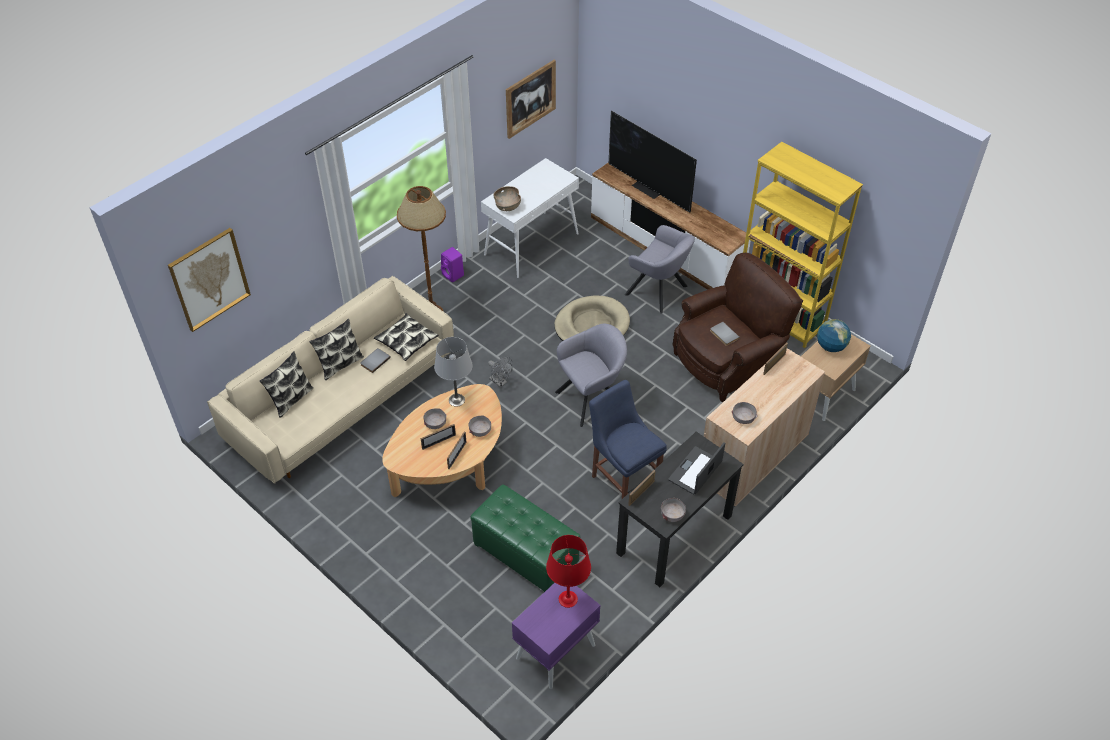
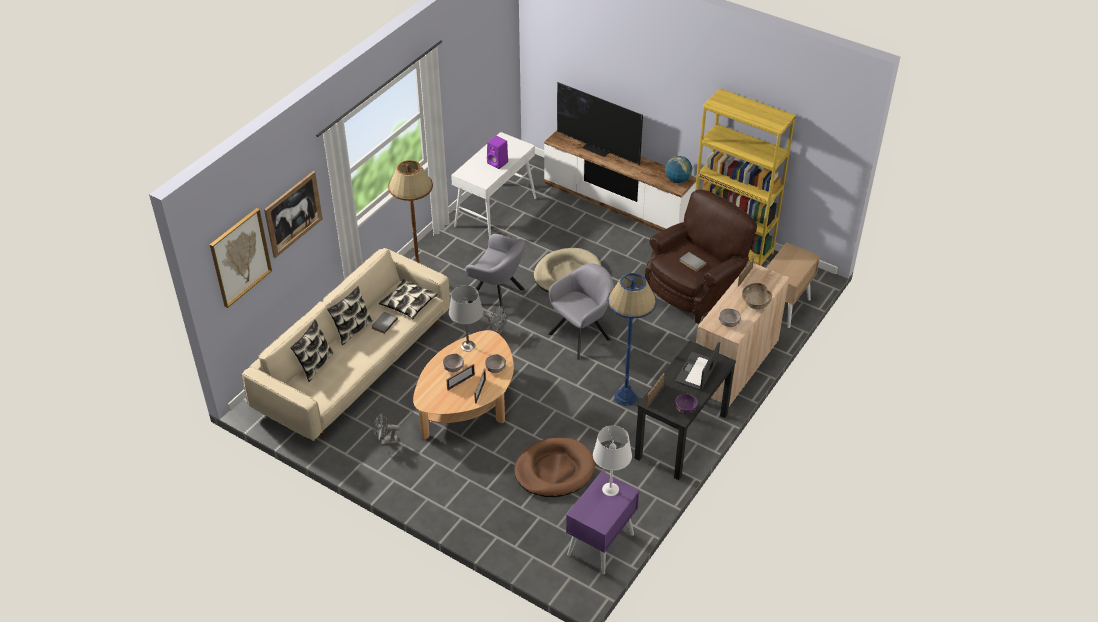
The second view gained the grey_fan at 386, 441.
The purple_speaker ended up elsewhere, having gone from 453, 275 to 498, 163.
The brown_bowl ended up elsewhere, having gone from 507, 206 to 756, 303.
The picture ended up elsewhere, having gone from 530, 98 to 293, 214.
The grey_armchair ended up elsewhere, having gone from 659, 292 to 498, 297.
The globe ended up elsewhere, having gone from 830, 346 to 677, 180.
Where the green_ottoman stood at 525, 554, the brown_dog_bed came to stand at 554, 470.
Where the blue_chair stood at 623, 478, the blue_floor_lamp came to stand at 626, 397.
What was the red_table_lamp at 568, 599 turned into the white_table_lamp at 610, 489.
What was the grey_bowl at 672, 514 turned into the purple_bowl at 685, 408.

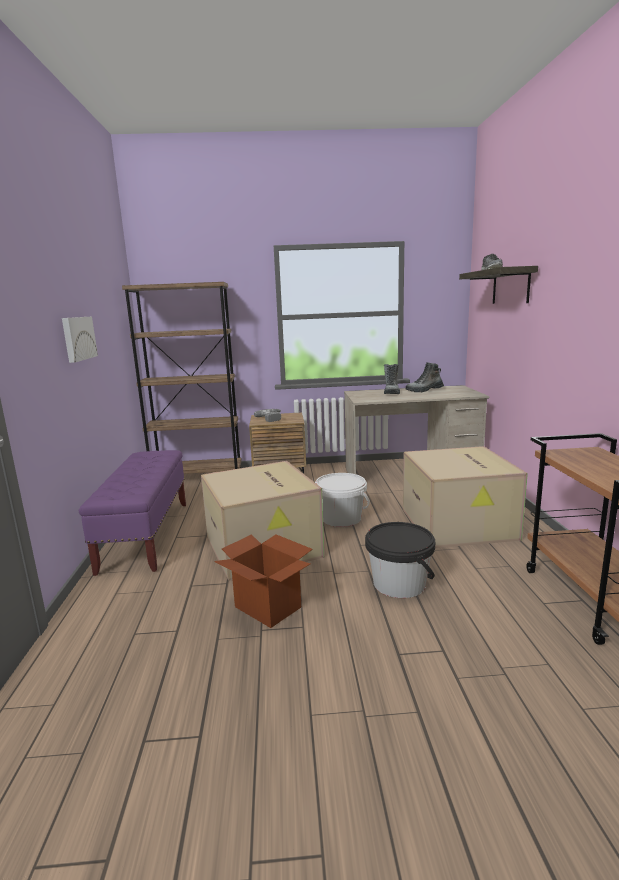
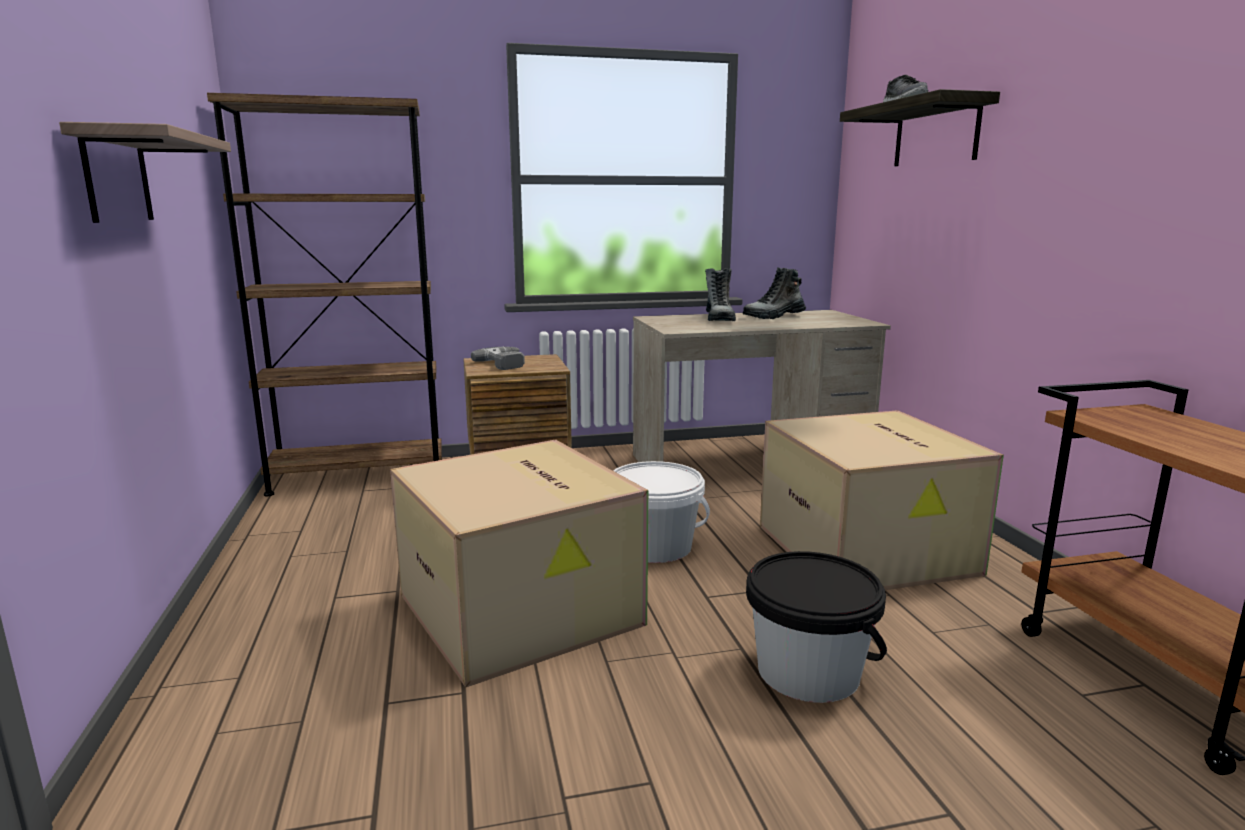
The second view lost the purple_bench at 146, 535.
The second view lost the cardboard_box at 268, 607.
Where the picture hung at 77, 338, the shelf came to hang at 117, 177.

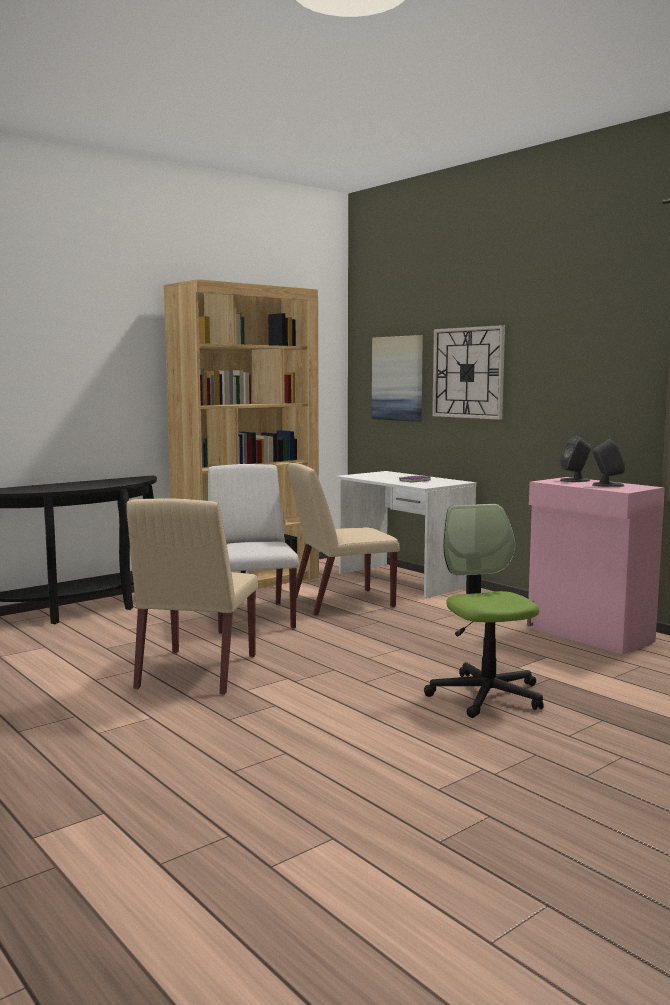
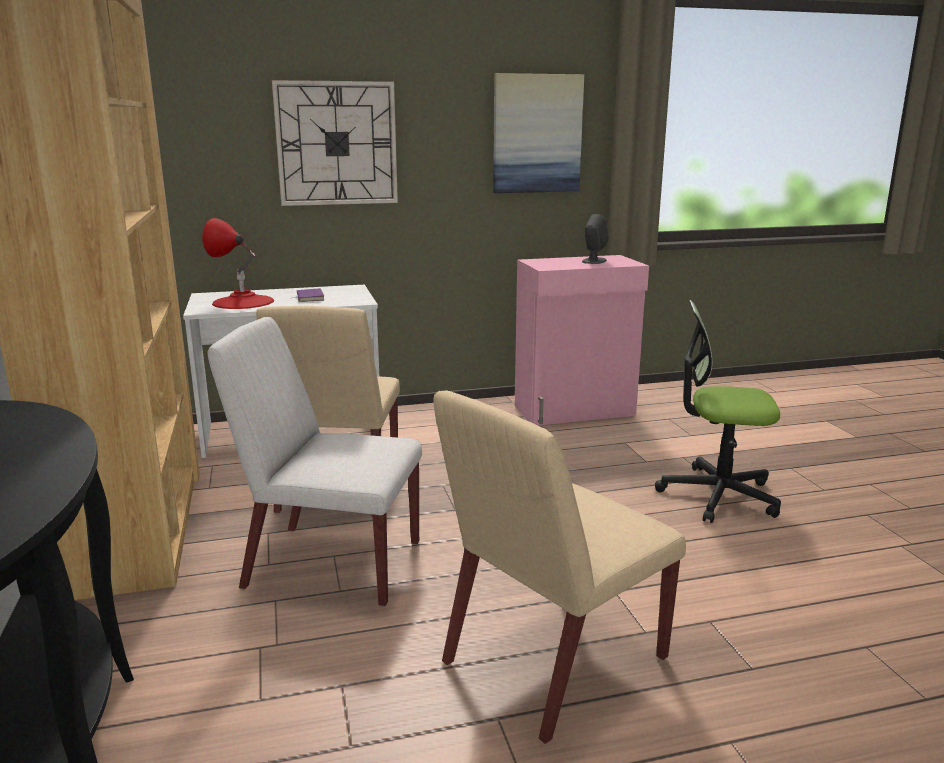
The second view lost the grey_speaker at 575, 480.
The second view gained the red_table_lamp at 243, 302.
The picture ended up elsewhere, having gone from 398, 378 to 537, 134.
The beige_chair at 197, 672 ended up facing another way, 105 degrees clockwise from before.

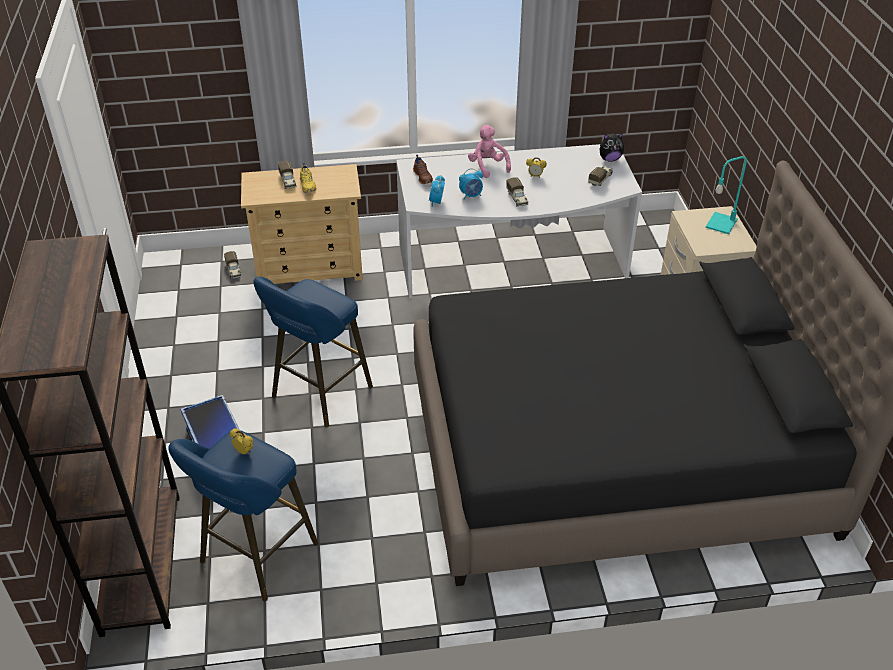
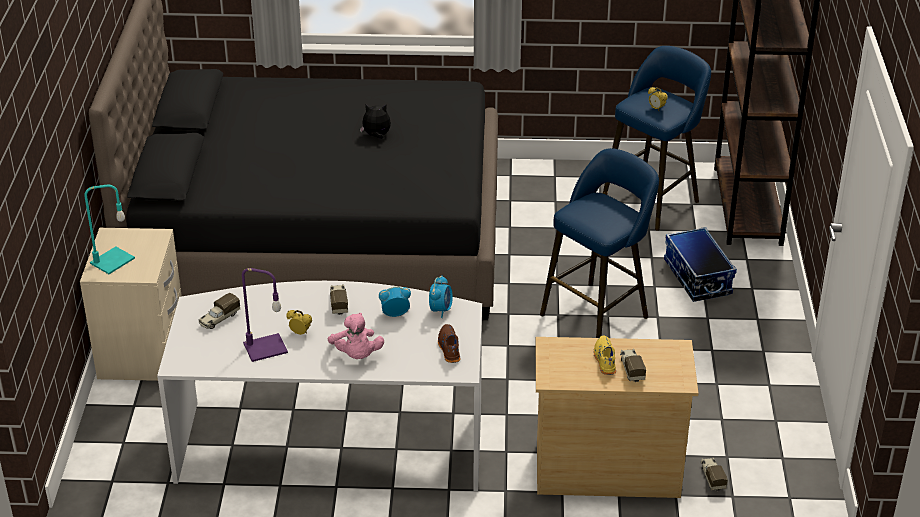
The second view gained the purple_table_lamp at 264, 348.
The plush_toy ended up elsewhere, having gone from 609, 159 to 376, 136.

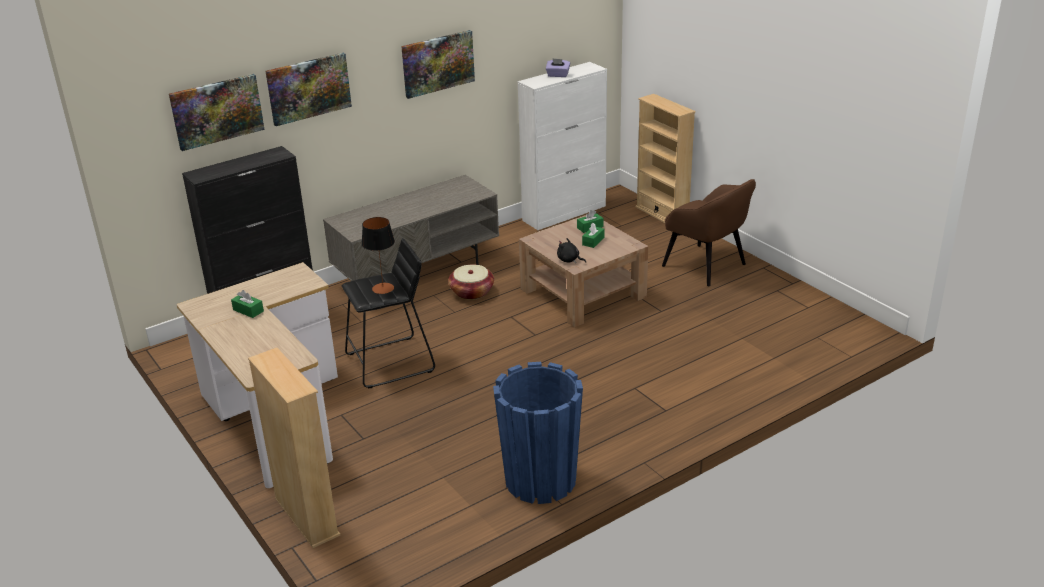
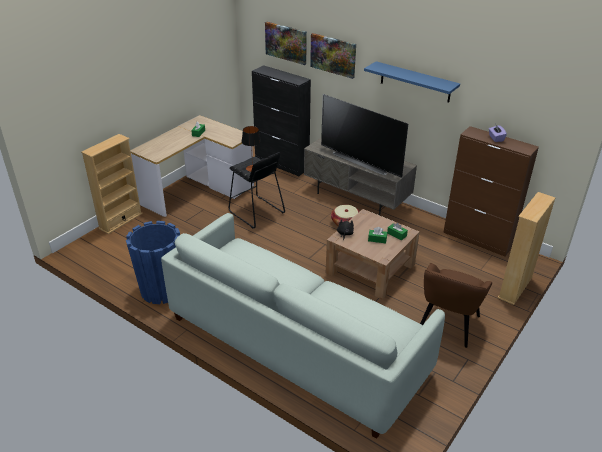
The second view gained the white_sofa at 295, 345.
The second view gained the television at 362, 161.
Where the picture hung at 437, 63, the blue_shelf came to hang at 415, 82.
What was the white_cabinet at 565, 213 turned into the brown_cabinet at 478, 239.

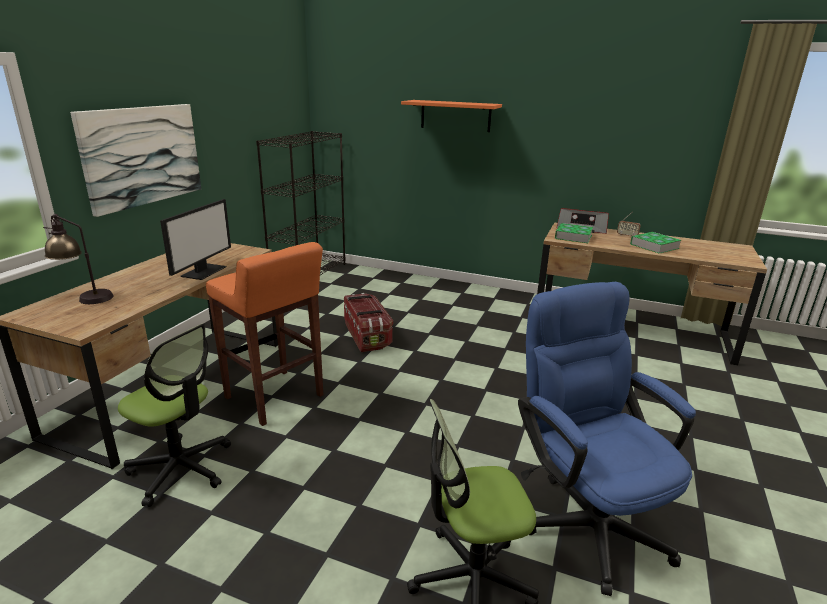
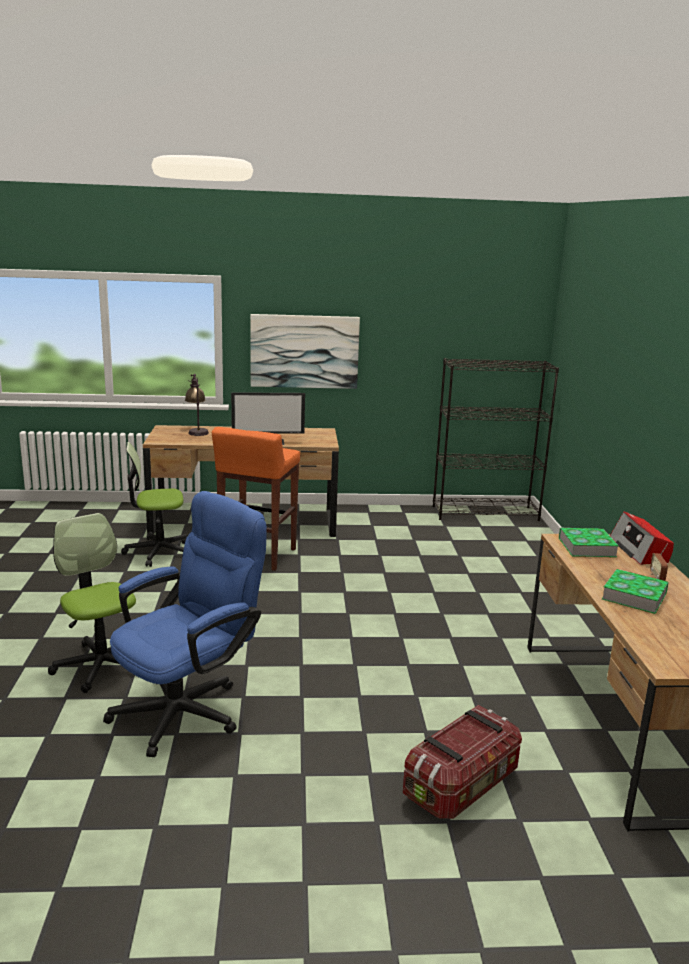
The second view lost the orange_shelf at 455, 116.
The storage_box ended up elsewhere, having gone from 367, 335 to 462, 785.
The office_chair at 181, 469 ended up facing another way, 75 degrees clockwise from before.

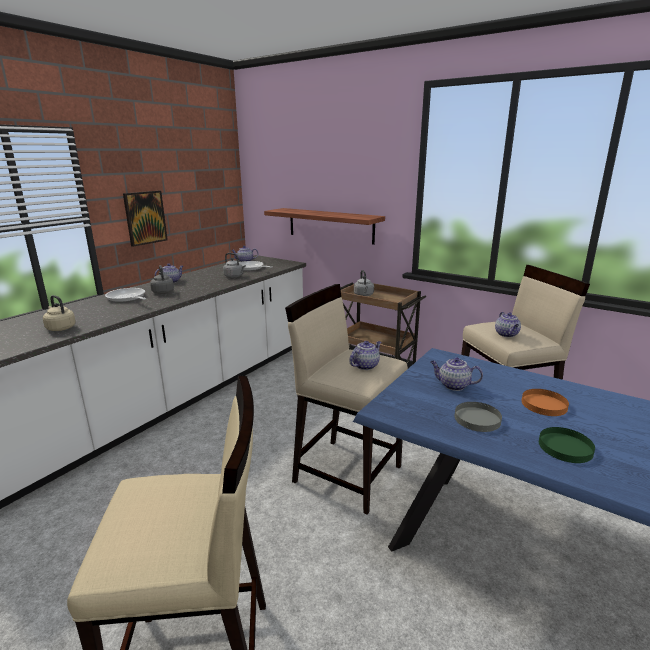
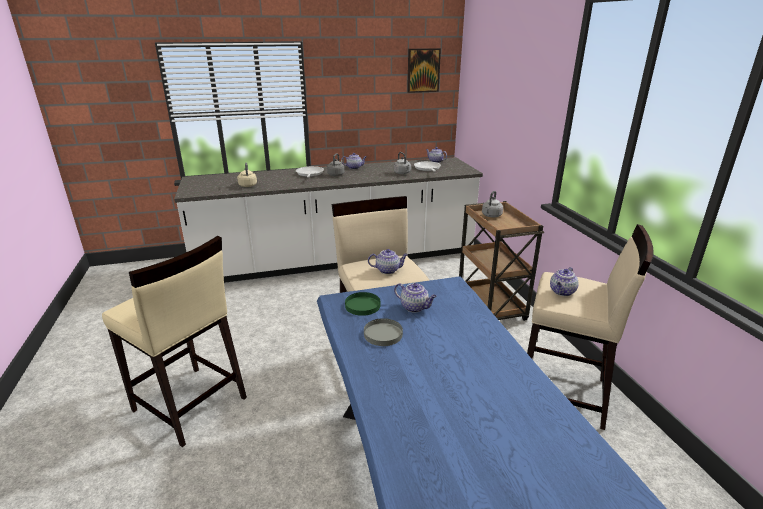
The second view lost the shelf at 330, 225.
The second view lost the orange_plate at 544, 404.
The picture ended up elsewhere, having gone from 145, 217 to 423, 70.
The green_plate ended up elsewhere, having gone from 565, 447 to 362, 305.
The teapot at 453, 385 ended up facing another way, 150 degrees clockwise from before.

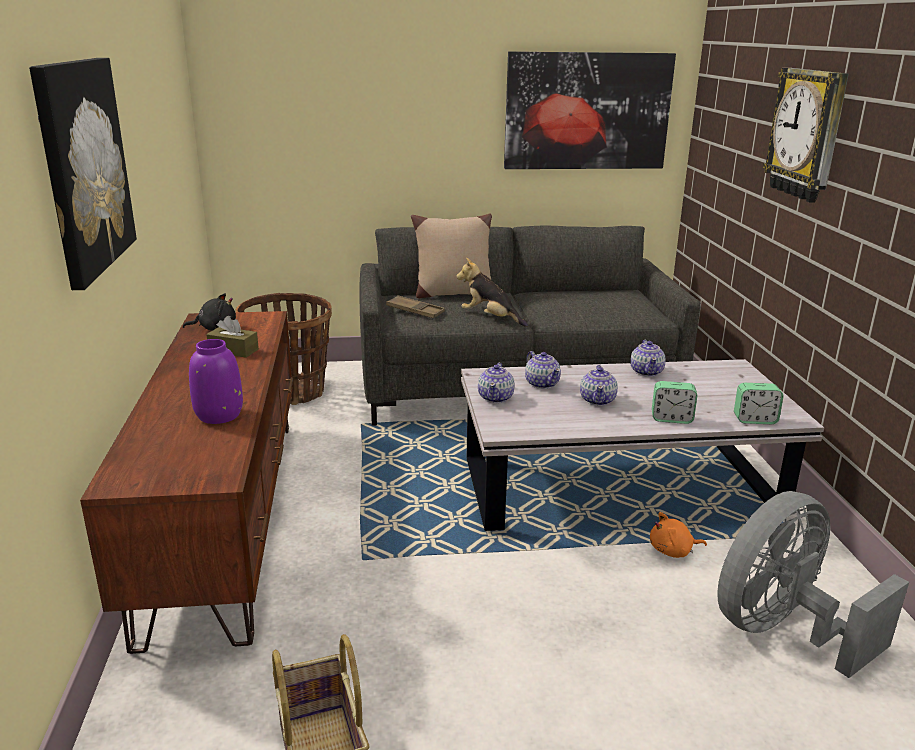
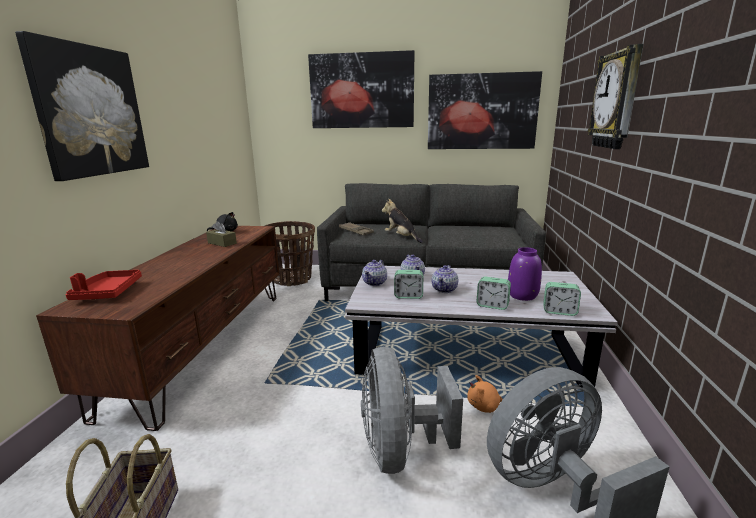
The second view lost the beige_pillow at 452, 294.
The second view lost the teapot at 646, 372.
The second view gained the red_tray at 108, 293.
The second view gained the picture at 361, 91.
The second view gained the grey_fan at 400, 449.
The second view gained the alarm_clock at 408, 296.
The purple_vase ended up elsewhere, having gone from 218, 415 to 522, 295.

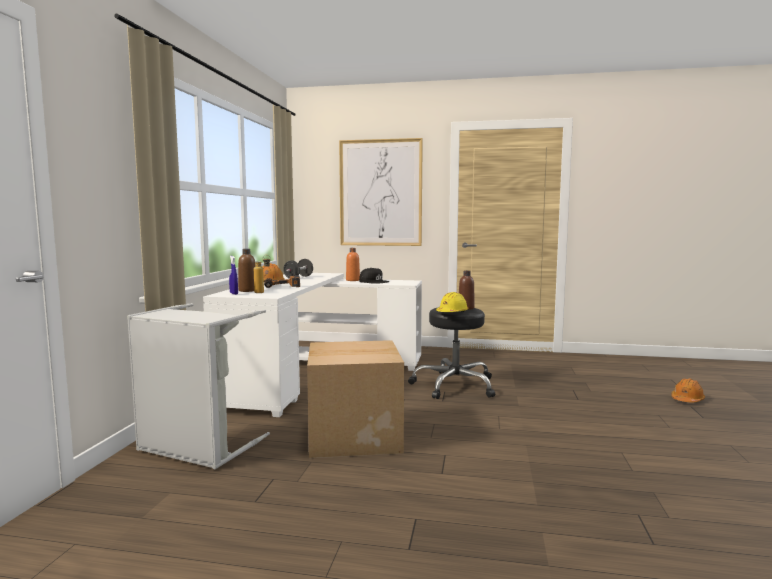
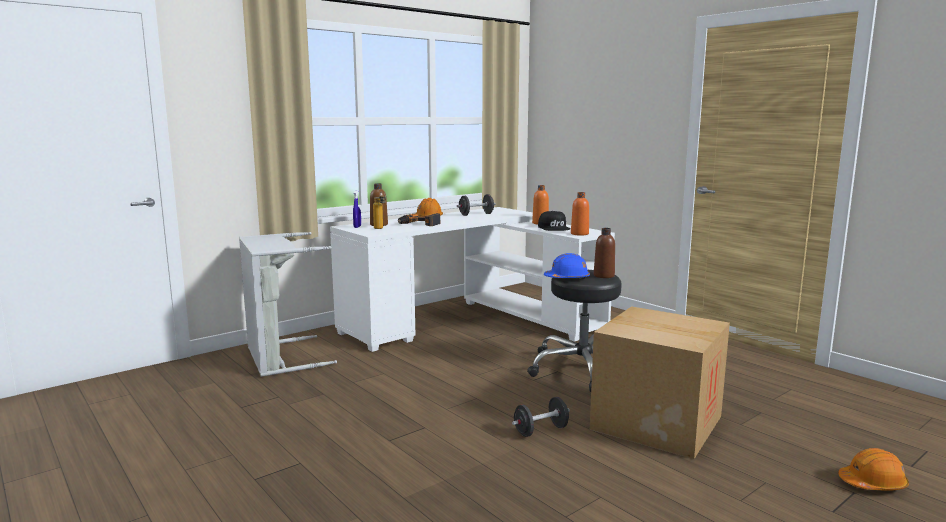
The second view lost the picture at 380, 193.
The second view gained the black_dumbbell at 541, 430.
The second view gained the orange_bottle at 579, 234.
The cardboard_box ended up elsewhere, having gone from 354, 436 to 656, 422.
What was the yellow_hard_hat at 452, 313 turned into the blue_hard_hat at 567, 278.

